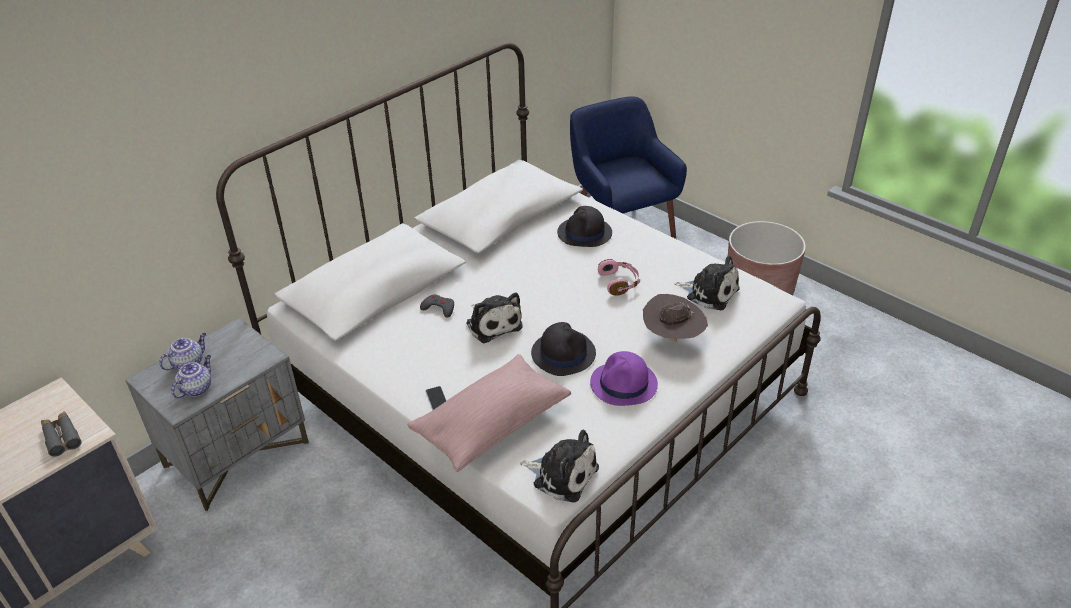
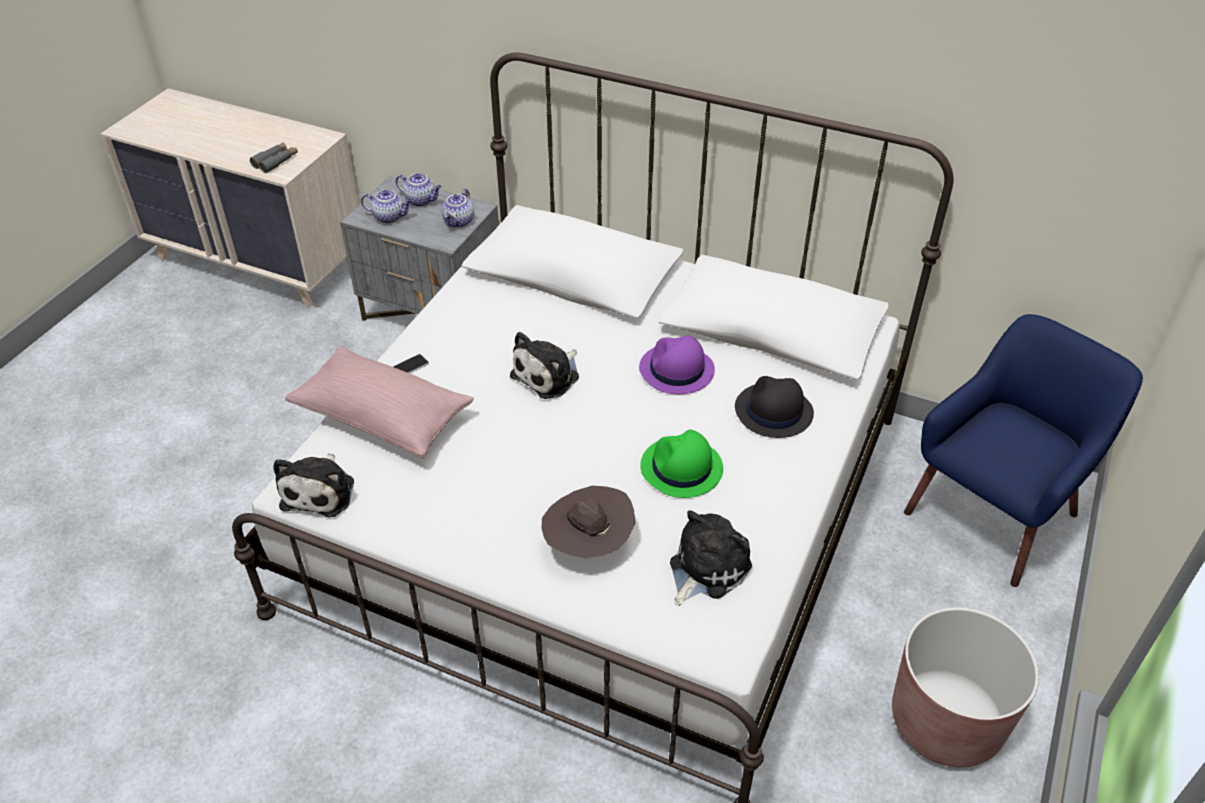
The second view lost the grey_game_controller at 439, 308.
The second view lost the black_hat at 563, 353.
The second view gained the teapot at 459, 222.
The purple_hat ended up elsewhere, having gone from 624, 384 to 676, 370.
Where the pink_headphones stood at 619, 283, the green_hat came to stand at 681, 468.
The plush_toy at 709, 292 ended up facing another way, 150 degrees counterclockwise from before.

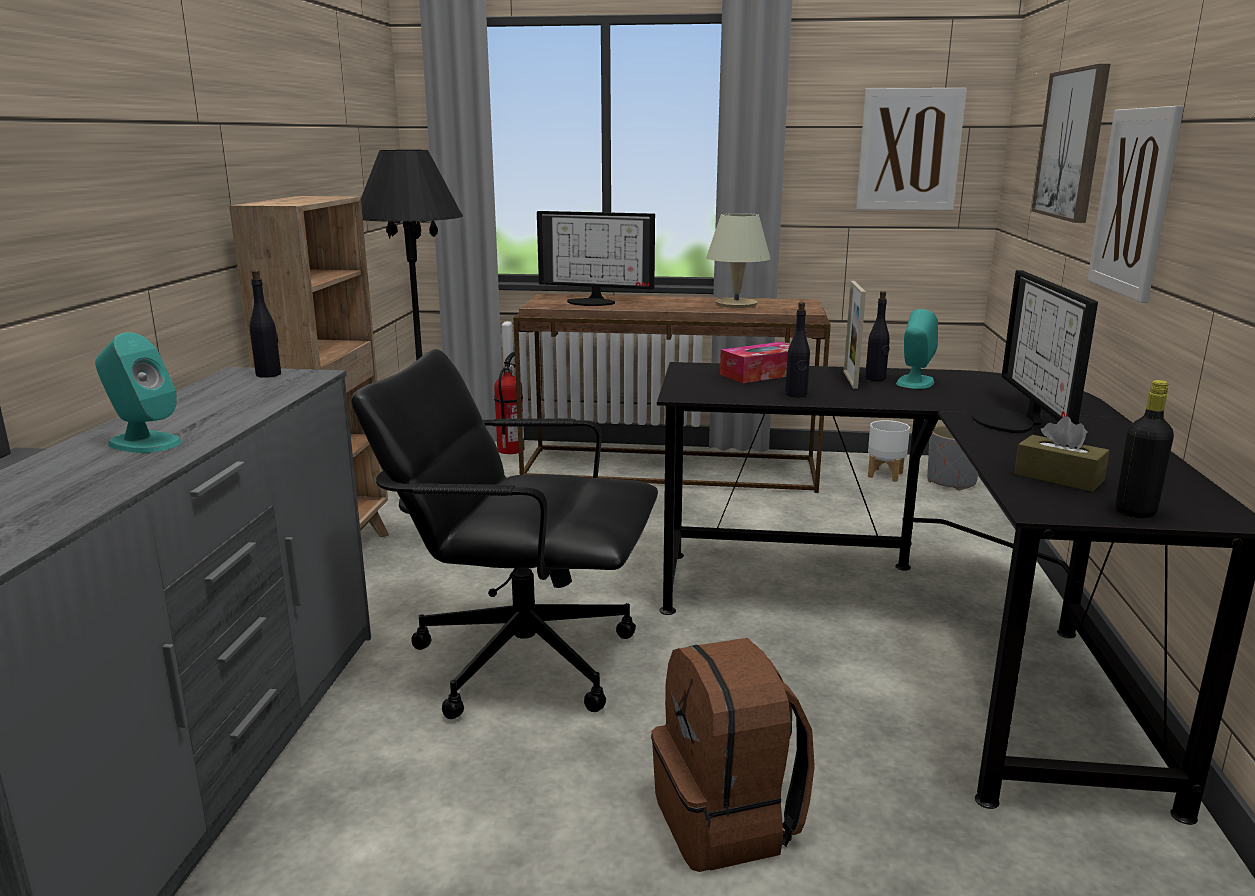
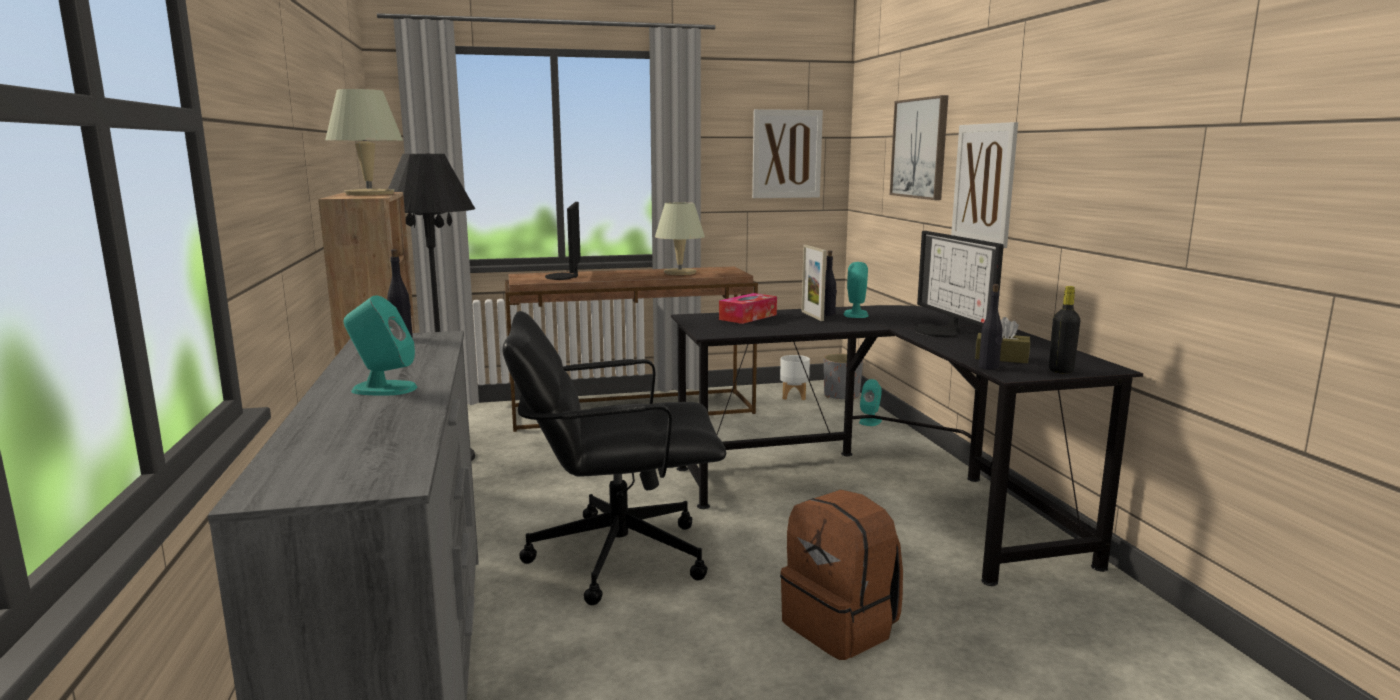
The second view lost the fire_extinguisher at 510, 449.
The second view gained the beige_table_lamp at 369, 194.
The second view gained the turquoise_speaker at 870, 421.
The black_bottle ended up elsewhere, having gone from 796, 395 to 989, 367.
The monitor at 593, 301 ended up facing another way, 90 degrees clockwise from before.

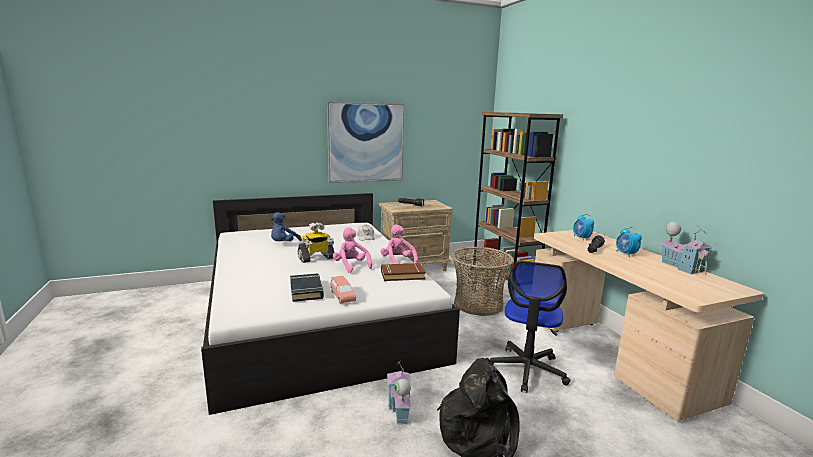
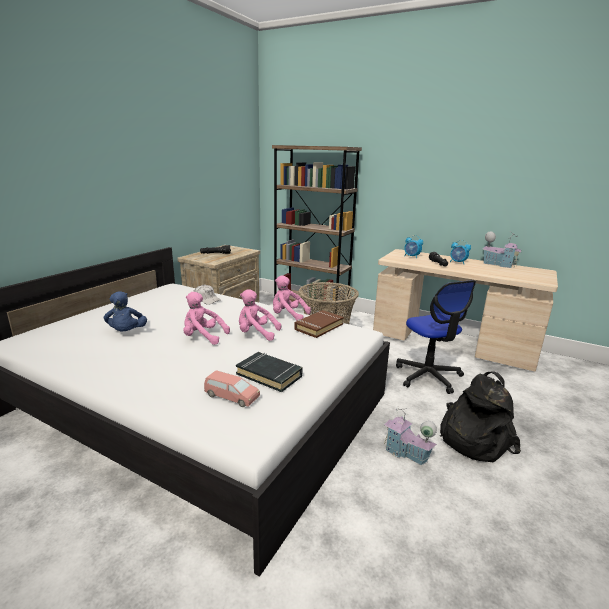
The second view lost the picture at 366, 142.
The pink_toy_car ended up elsewhere, having gone from 342, 296 to 231, 397.
Where the toy_robot stood at 316, 258, the pink_plush_toy came to stand at 203, 337.

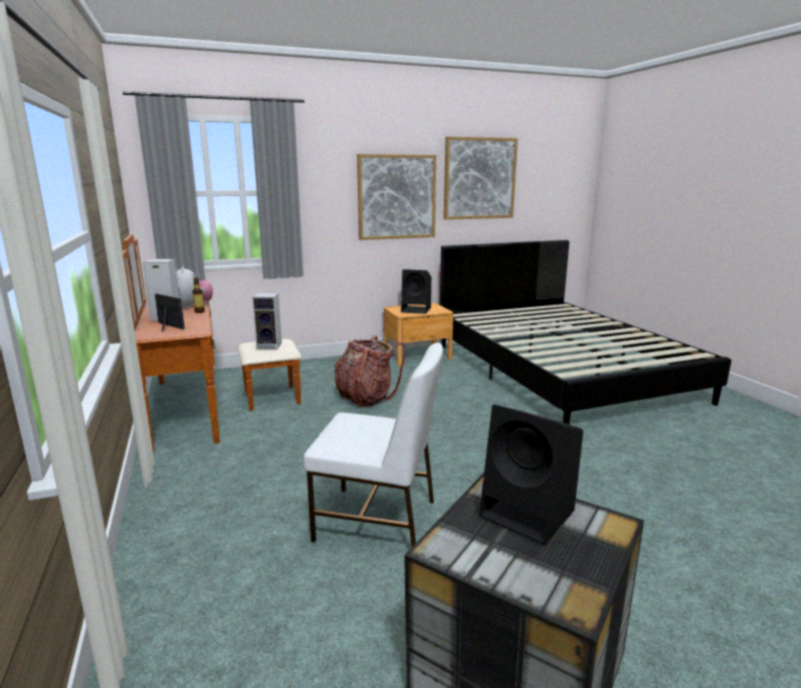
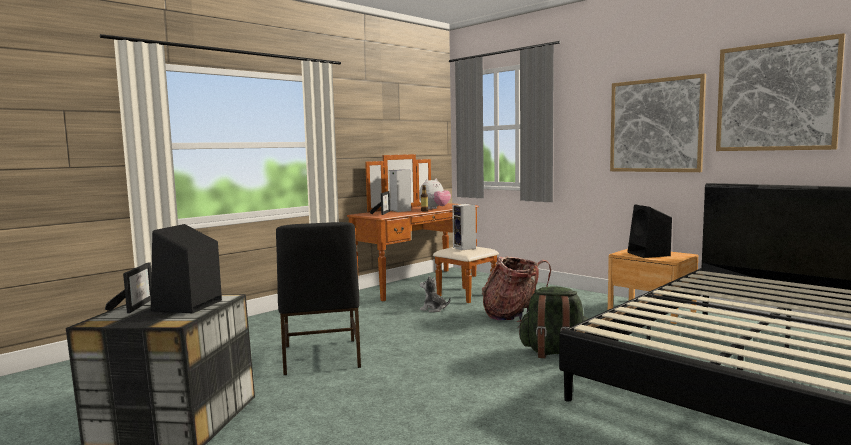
The second view gained the picture_frame at 135, 305.
The second view gained the plush_toy at 433, 309.
The second view gained the green_backpack at 554, 353.
What was the white_chair at 378, 521 turned into the black_chair at 320, 357.

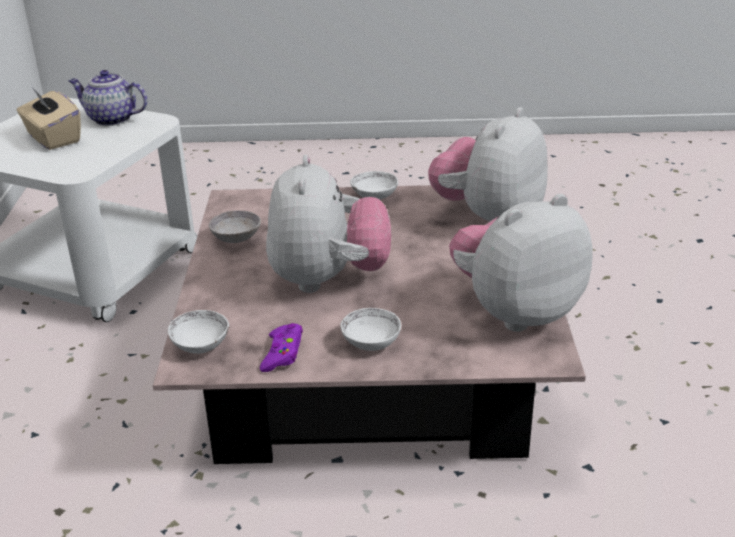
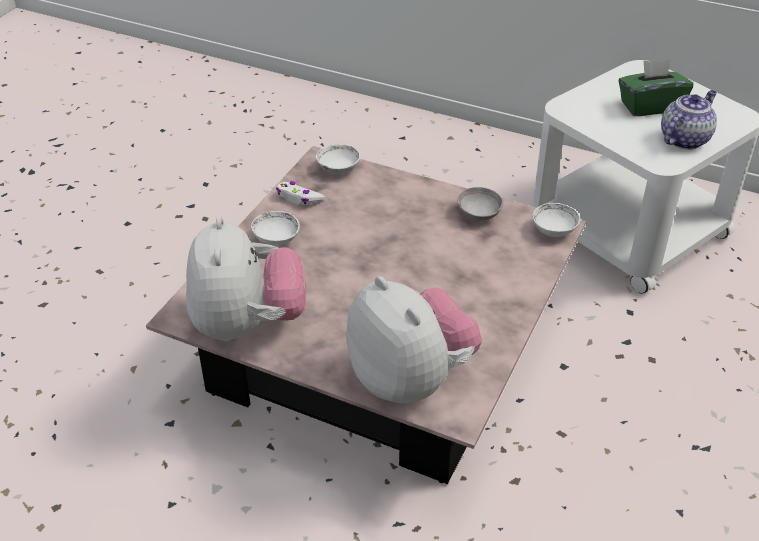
The second view lost the plush_toy at 328, 280.
The white_bowl ended up elsewhere, having gone from 374, 196 to 554, 230.
What was the beige_tissue_box at 53, 138 turned into the green_tissue_box at 649, 106.
What was the purple_game_controller at 282, 353 turned into the white_game_controller at 299, 198.

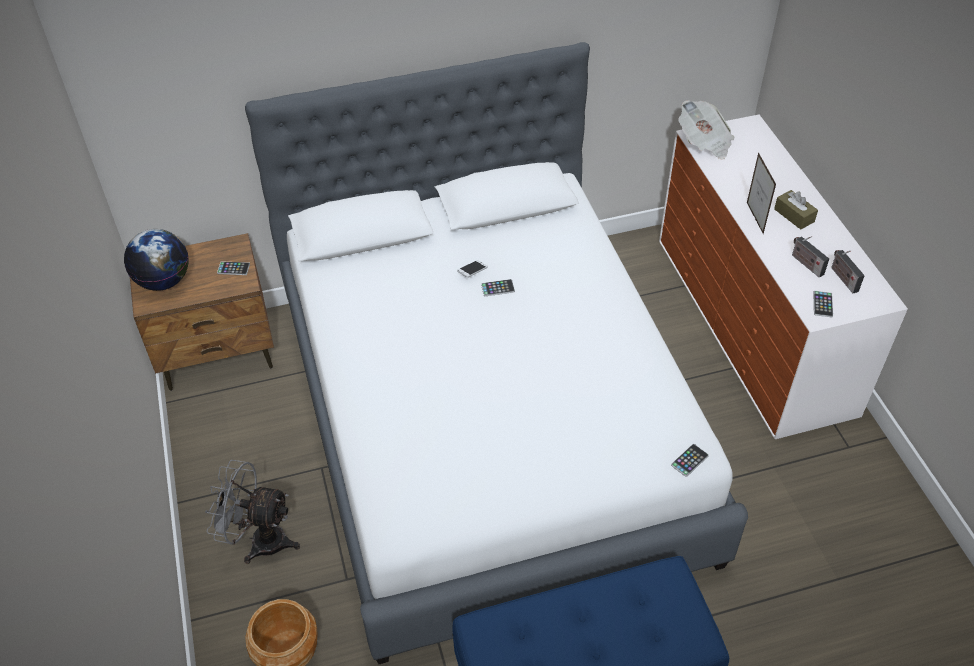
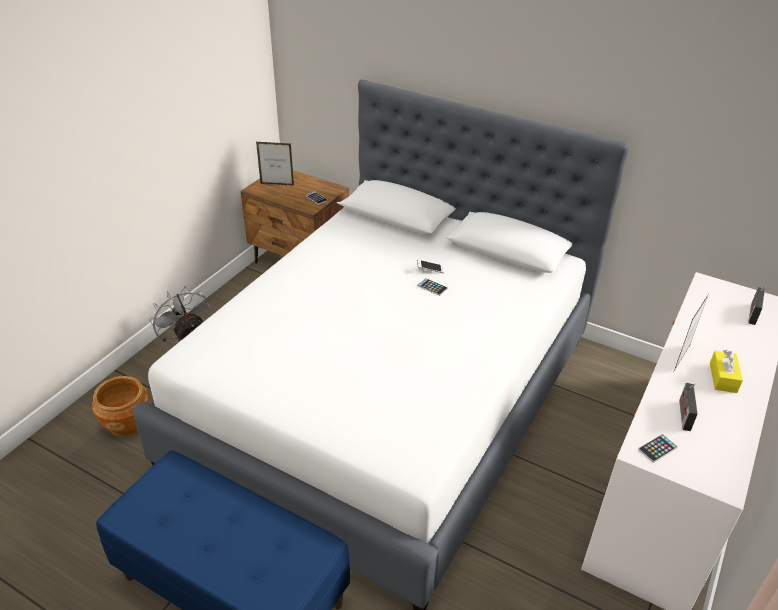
The second view lost the phone at 689, 460.
The second view lost the newspaper at 704, 142.
The radio ended up elsewhere, having gone from 843, 278 to 752, 312.
Where the globe stood at 164, 281, the picture_frame came to stand at 277, 184.
What was the brown_tissue_box at 794, 215 turned into the yellow_tissue_box at 723, 377.

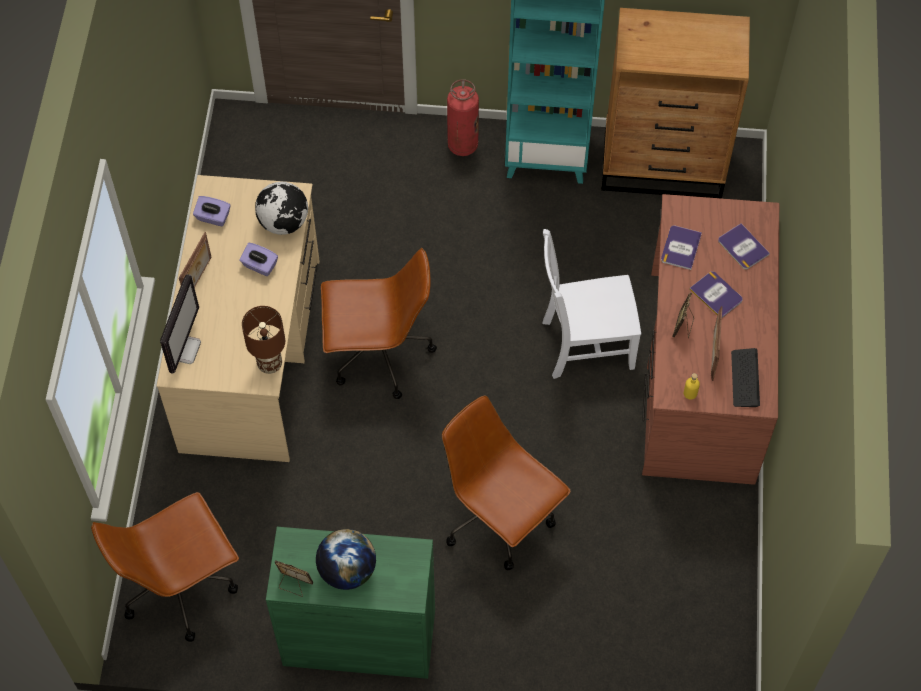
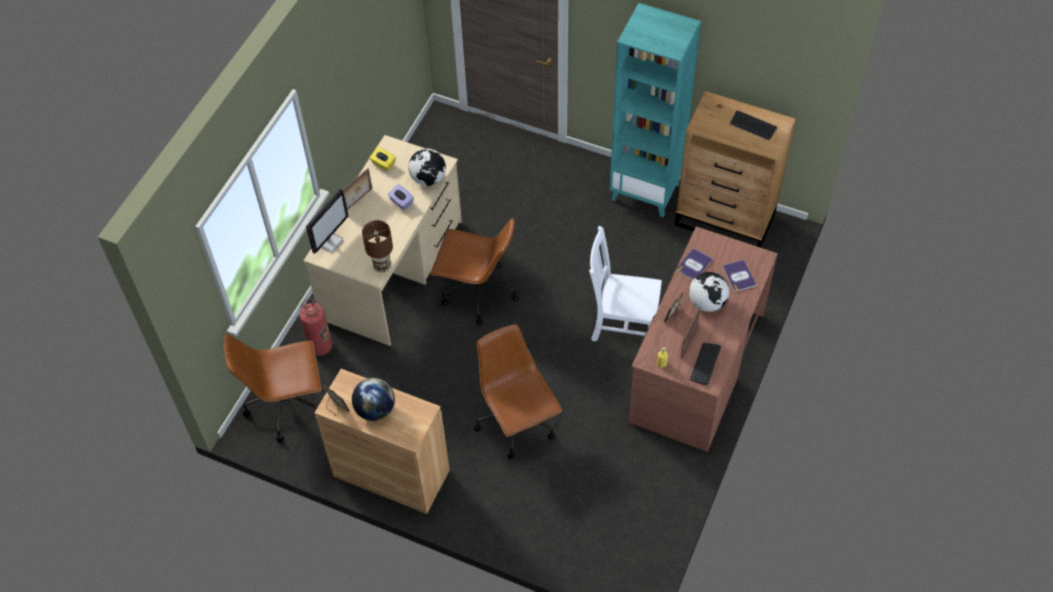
The second view gained the keyboard at 753, 126.
The fire_extinguisher ended up elsewhere, having gone from 462, 145 to 320, 346.
Where the book stood at 716, 295, the globe came to stand at 707, 302.
What was the purple_tissue_box at 213, 217 turned into the yellow_tissue_box at 383, 164.
What was the green_cabinet at 359, 637 turned into the brown_cabinet at 391, 473.

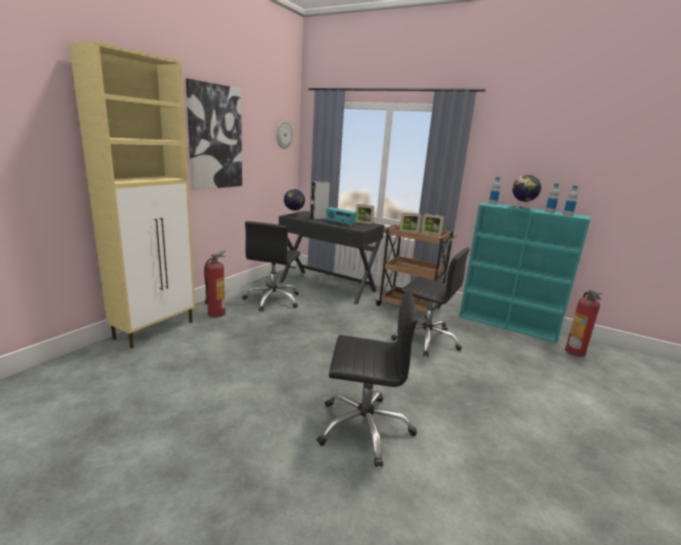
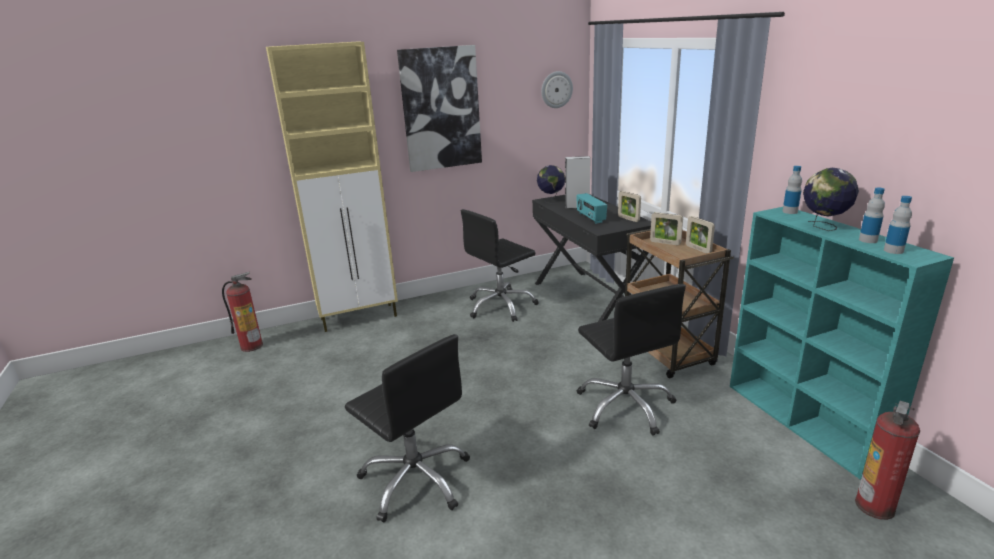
The fire_extinguisher ended up elsewhere, having gone from 216, 313 to 252, 346.

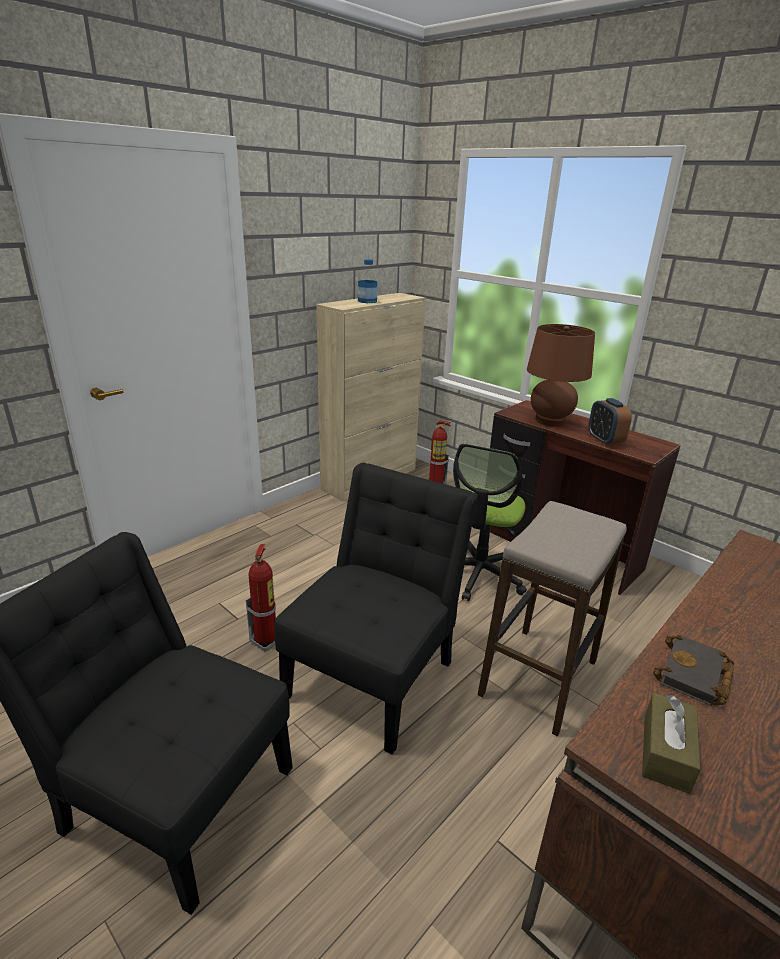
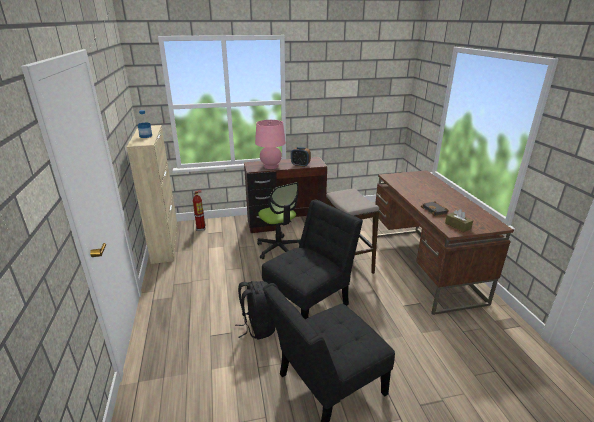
Where the fire_extinguisher stood at 266, 640, the black_backpack came to stand at 258, 327.
What was the brown_table_lamp at 550, 421 turned into the pink_table_lamp at 271, 166.
The black_chair at 375, 673 ended up facing another way, 75 degrees clockwise from before.

